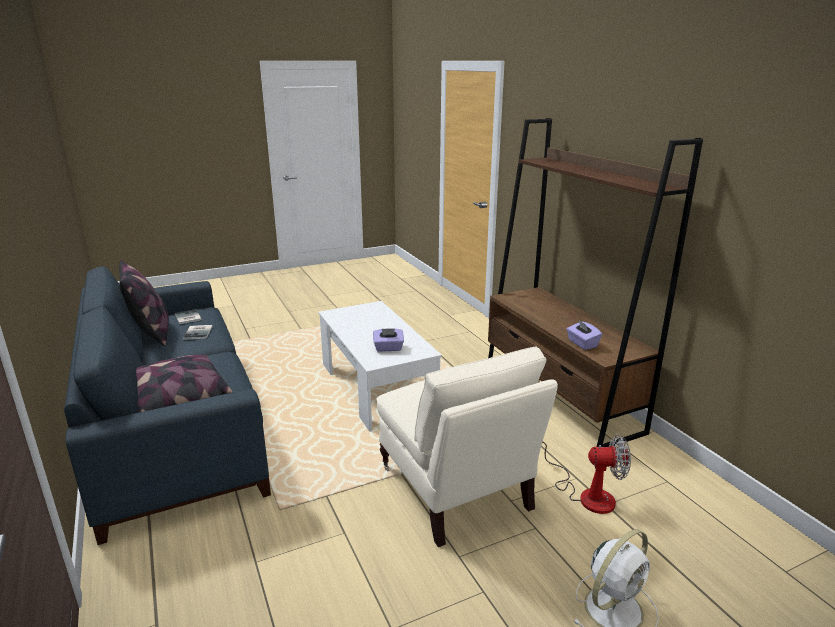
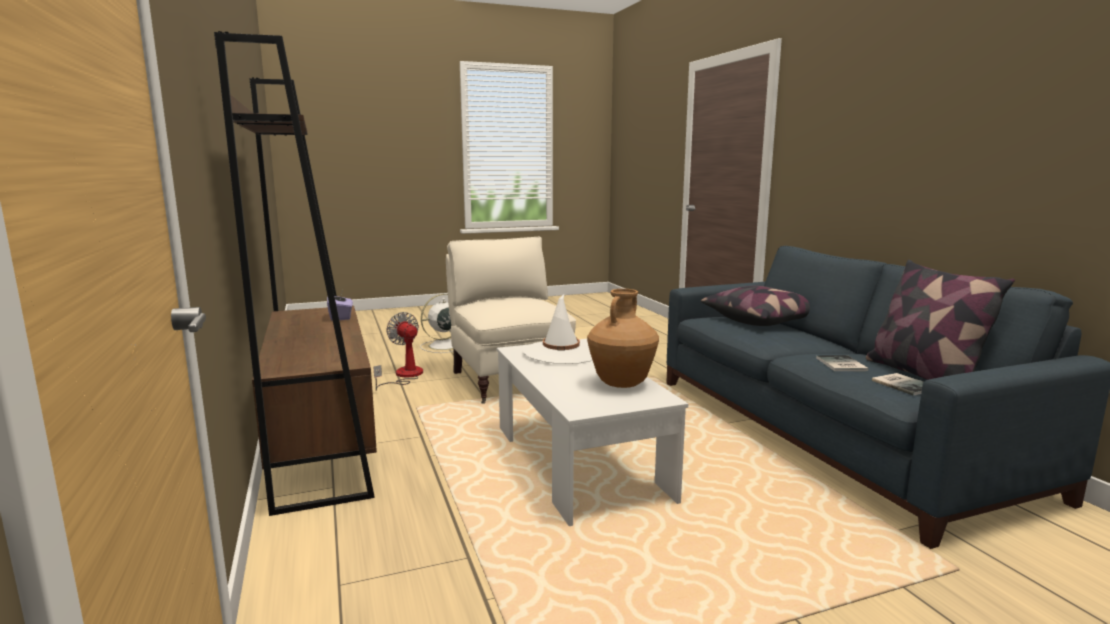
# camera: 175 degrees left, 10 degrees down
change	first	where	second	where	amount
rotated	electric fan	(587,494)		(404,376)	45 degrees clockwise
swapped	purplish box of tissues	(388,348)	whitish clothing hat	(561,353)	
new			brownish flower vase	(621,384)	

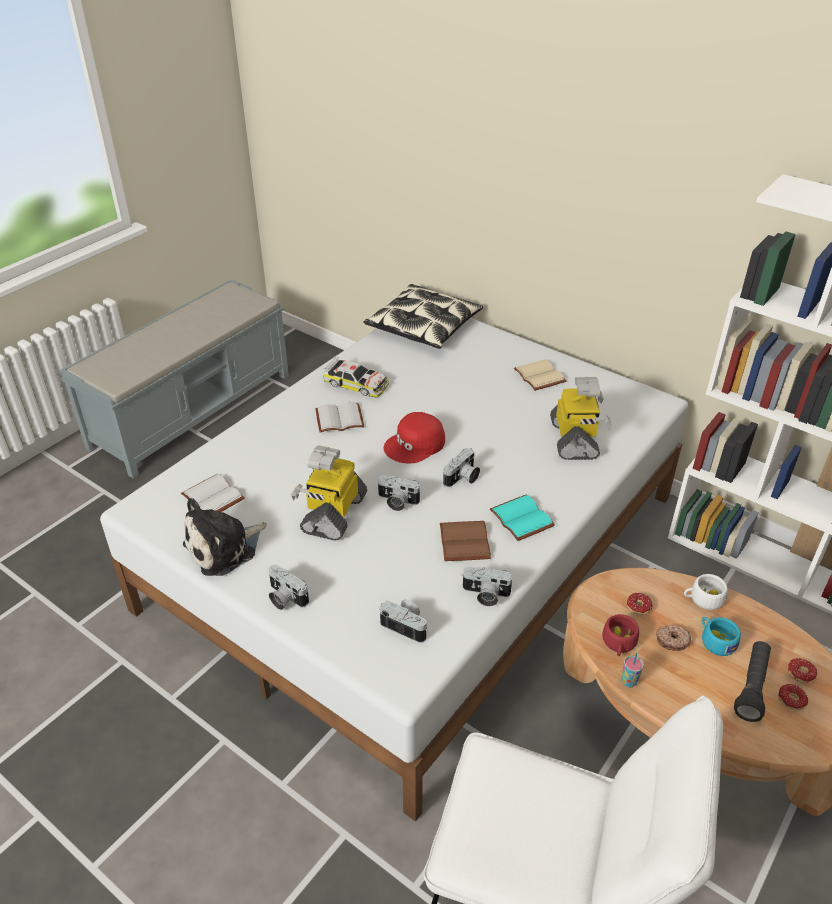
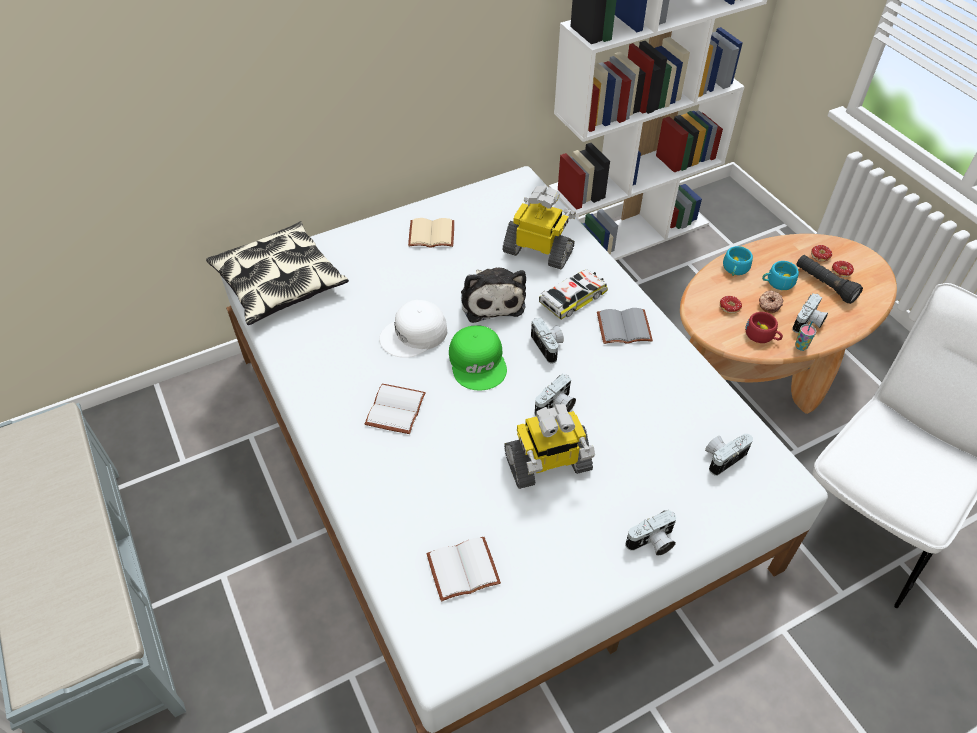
# camera: 65 degrees left, 10 degrees up
change	first	where	second	where	amount
new			whitish cap	(414,335)	
repainted	red-coloured cap	(415,445)	green-coloured cap	(478,362)	
shifted	soft toy	(224,548)		(491,300)	
rotated	robot figure	(333,513)		(547,464)	60 degrees counterclockwise
shifted	model car	(356,384)		(573,298)	
repainted	turquoise book	(523,518)	grey book	(624,326)	
repainted	whitish cup	(702,599)	turquoise cup	(735,269)	
shifted	still camera	(485,595)		(808,323)	
gone	brownish book	(463,541)			

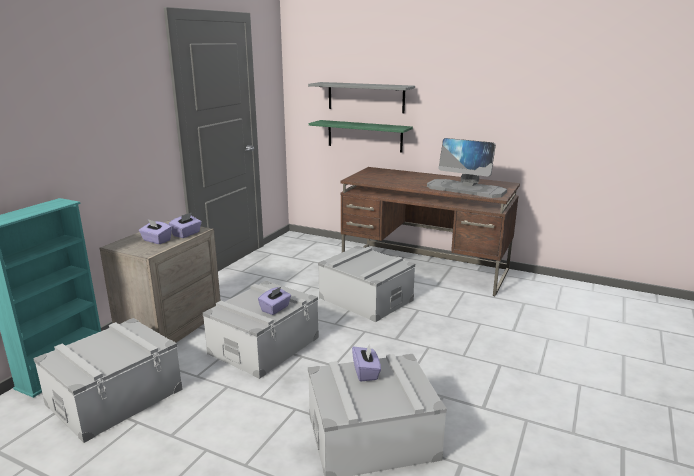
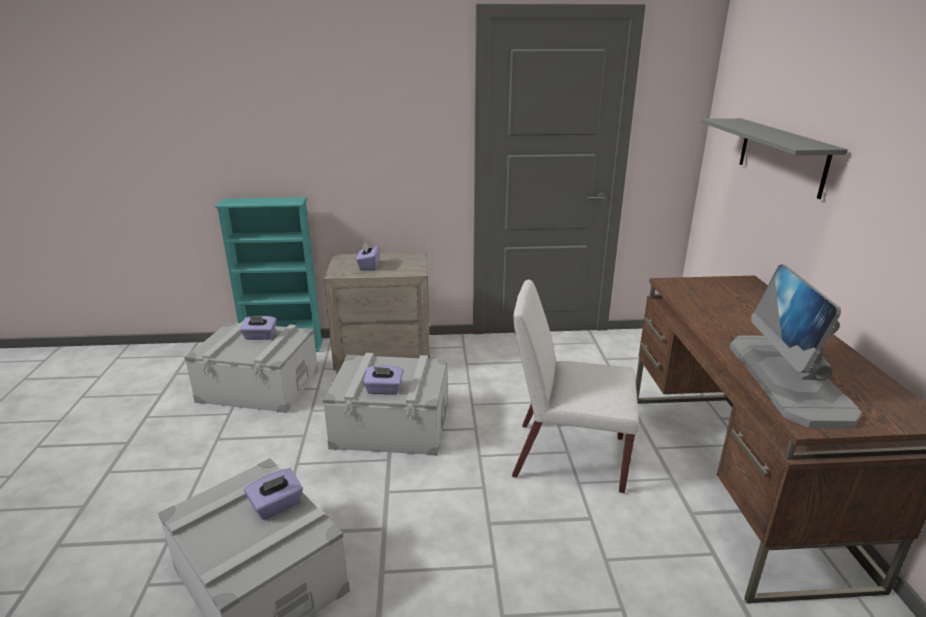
# camera: 60 degrees right, 5 degrees up
change	first	where	second	where	amount
shifted	purplish box of tissues	(186,234)		(260,336)	
swapped	grey storage box	(365,299)	whitish plain chair	(567,456)	
gone	green-coloured bracket shelf	(364,136)			

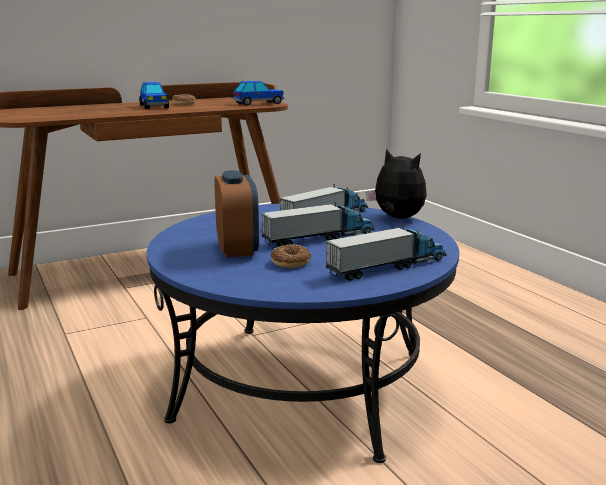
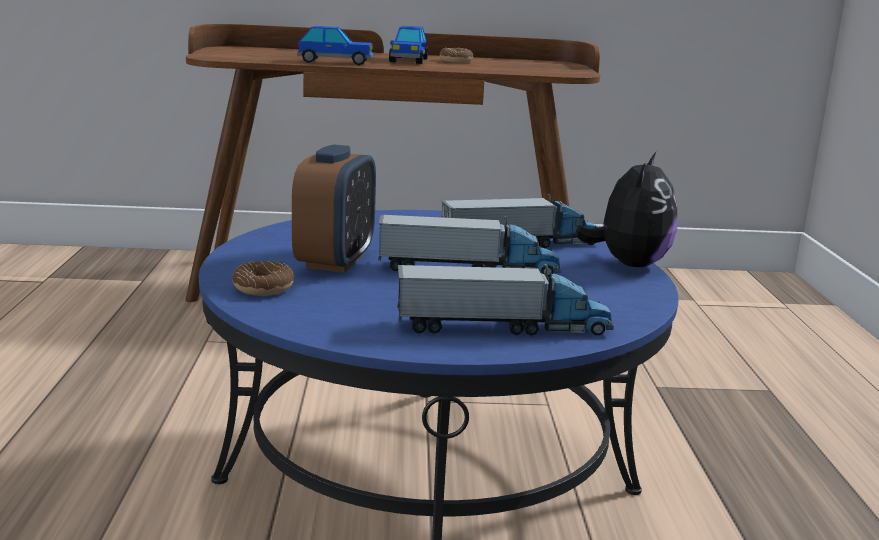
# camera: 25 degrees right, 0 degrees up
change	first	where	second	where	amount
shifted	ring doughnut	(290,263)		(263,288)	
shifted	model car	(258,104)		(335,62)	
rotated	soft toy	(397,218)		(629,264)	45 degrees clockwise

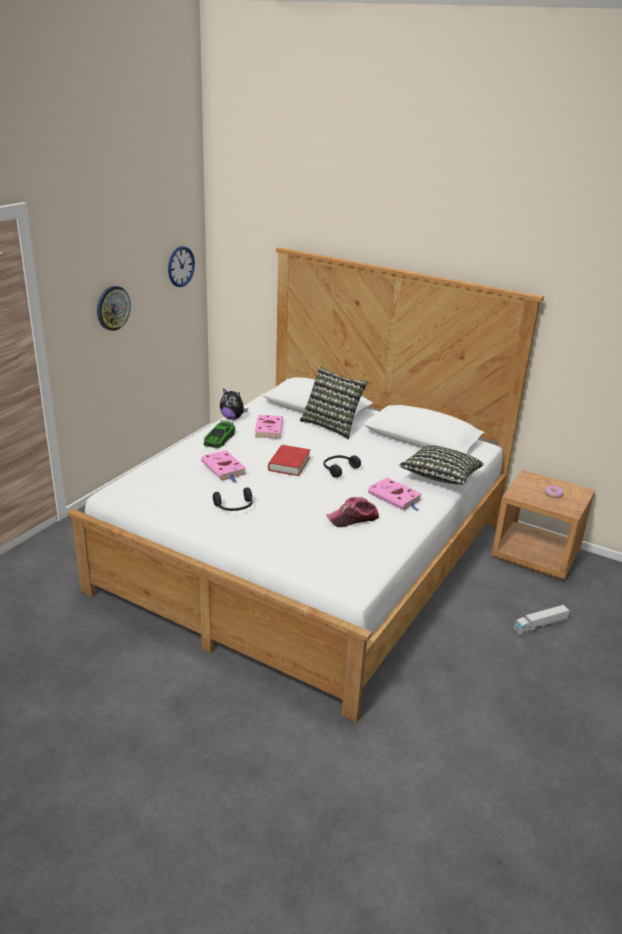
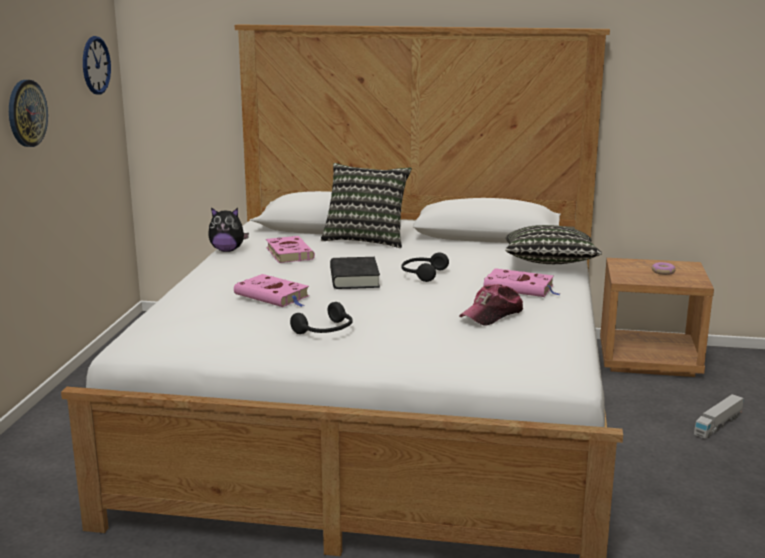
# camera: 20 degrees left, 10 degrees down
change	first	where	second	where	amount
repainted	red-coloured book	(289,464)	black book	(354,279)	
gone	model car	(219,439)			

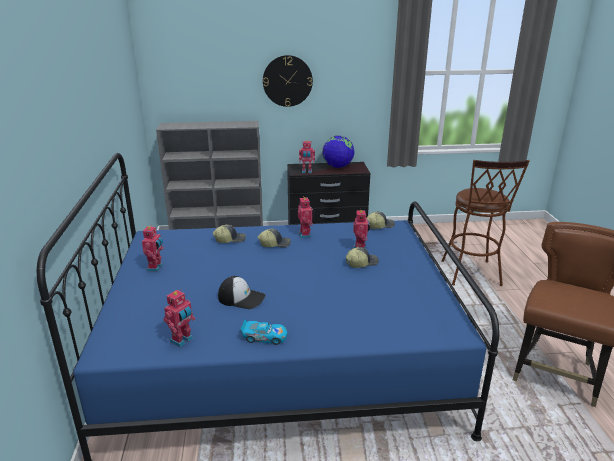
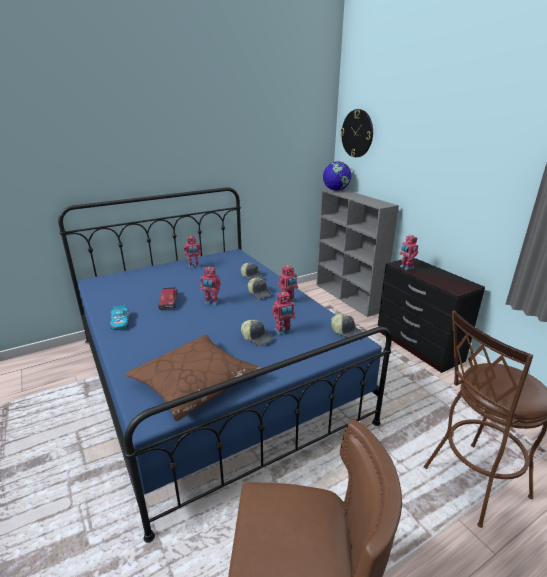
# camera: 65 degrees right, 0 degrees up
change	first	where	second	where	amount
new			brownish cushion	(195,383)	
swapped	cap	(241,298)	model car	(168,302)	
shifted	robot figure	(182,340)		(211,303)	
shifted	desk globe	(337,167)		(336,190)	
shifted	wall clock	(287,81)		(357,133)	

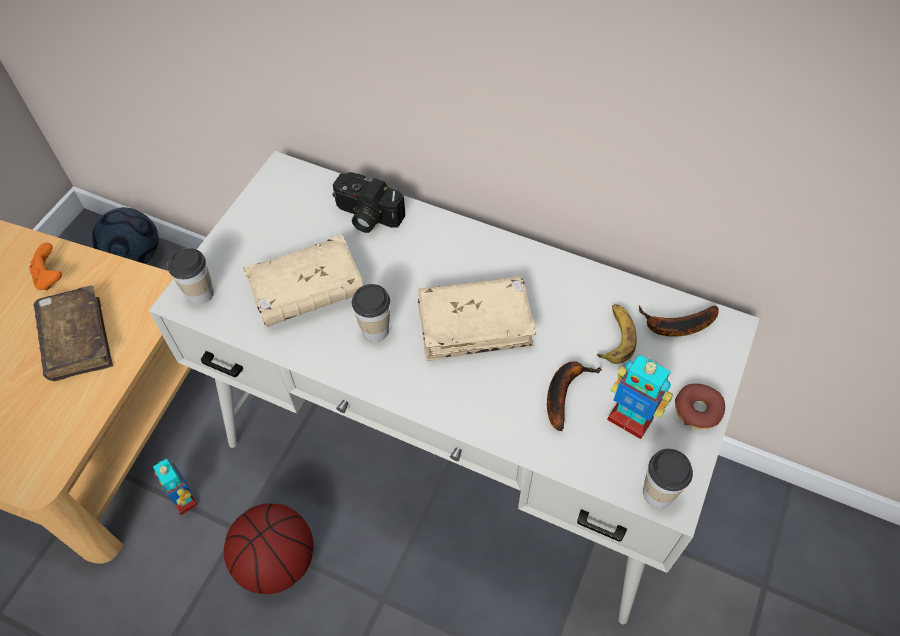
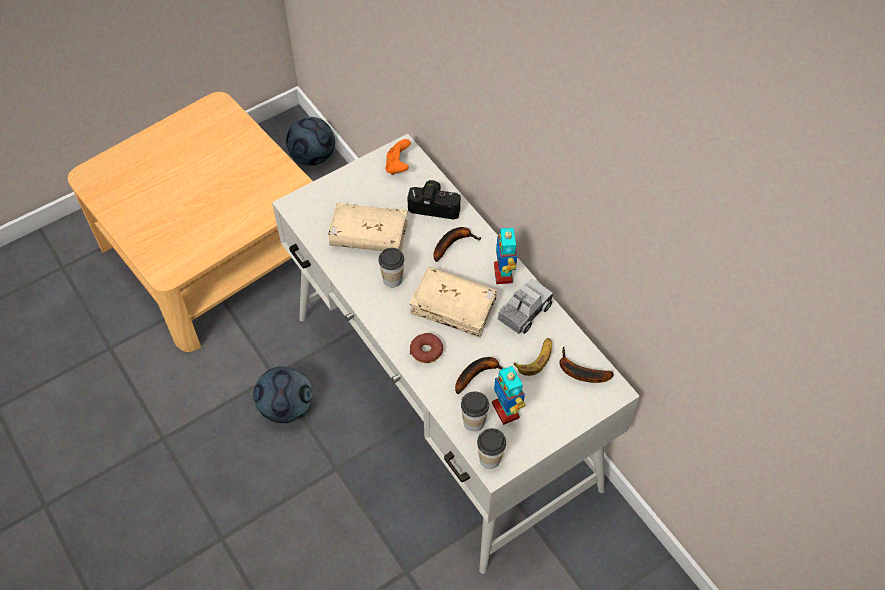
# camera: 30 degrees right, 0 degrees up
change	first	where	second	where	amount
swapped	basketball ball	(278,561)	football ball	(286,408)	
shifted	orangey gamepad	(50,277)		(398,166)	
rotated	still camera	(366,216)		(435,205)	135 degrees clockwise
shifted	ring doughnut	(697,410)		(426,351)	
new			banana	(453,243)	
shifted	cup	(200,293)		(474,422)	
shifted	robot figure	(184,499)		(504,273)	
new			model truck	(524,312)	
gone	brownish book	(77,340)			

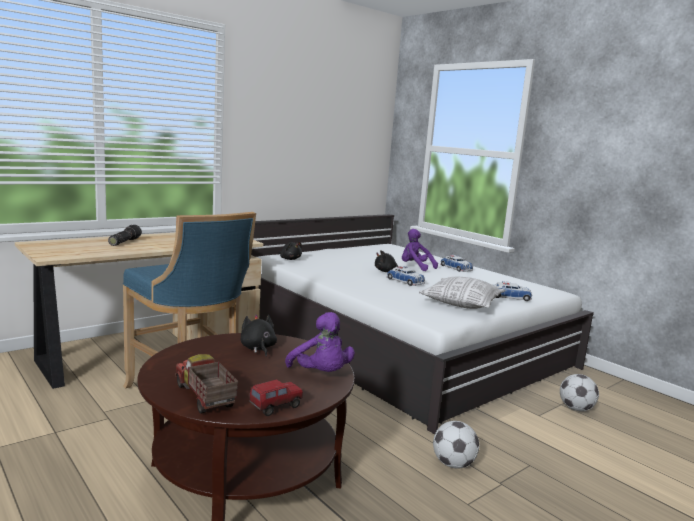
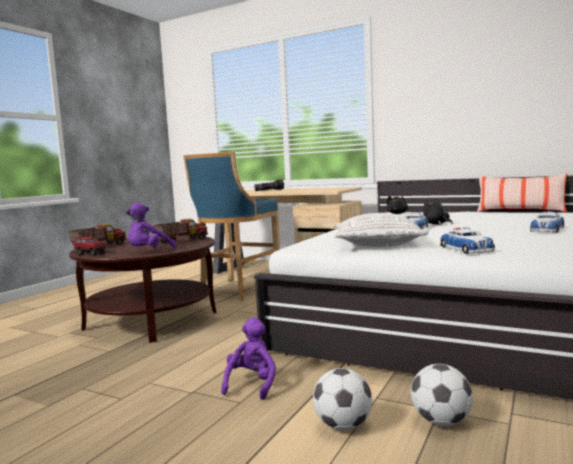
# camera: 70 degrees right, 5 degrees down
change	first	where	second	where	amount
swapped	black soft toy	(258,348)	model truck	(181,241)	
shifted	purplish soft toy	(415,267)		(252,384)	
shifted	football ball	(453,464)		(343,426)	
new			cushion	(520,211)	

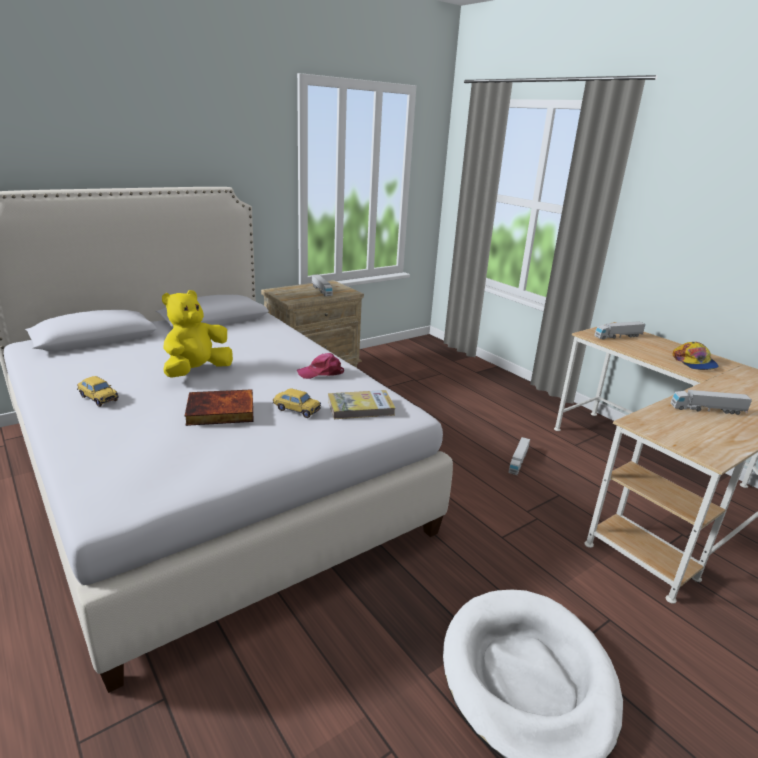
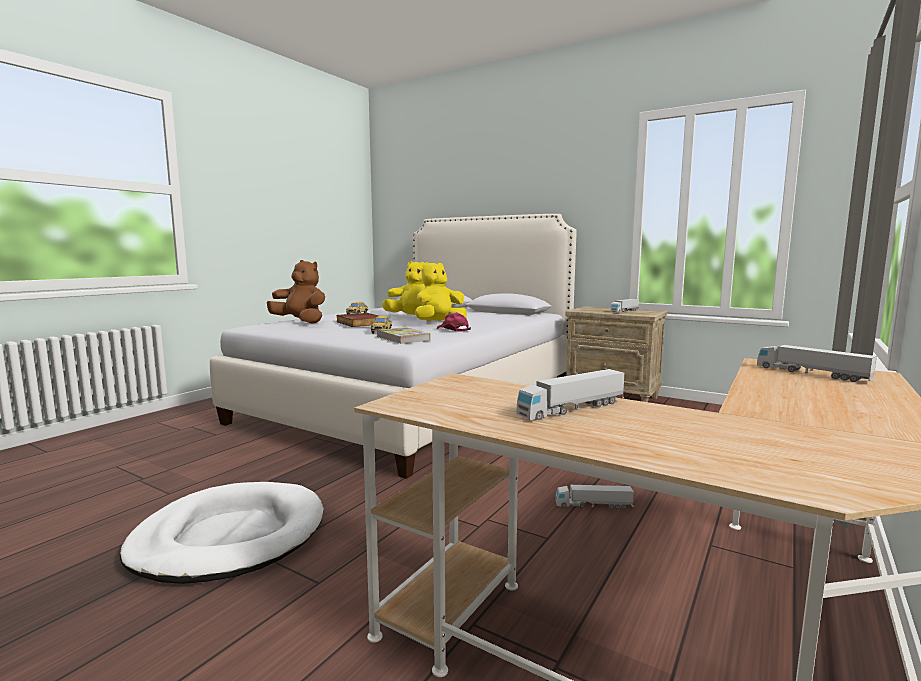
# camera: 70 degrees right, 15 degrees down
change	first	where	second	where	amount
new			brownish soft toy	(300,322)	
new			yellow soft toy	(439,323)	
rotated	model truck	(707,409)		(572,409)	105 degrees counterclockwise
gone	cap	(694,363)			

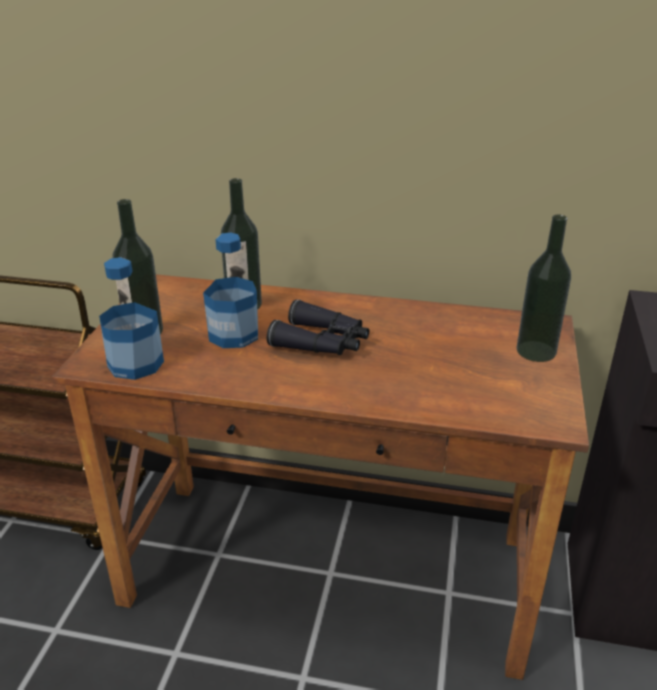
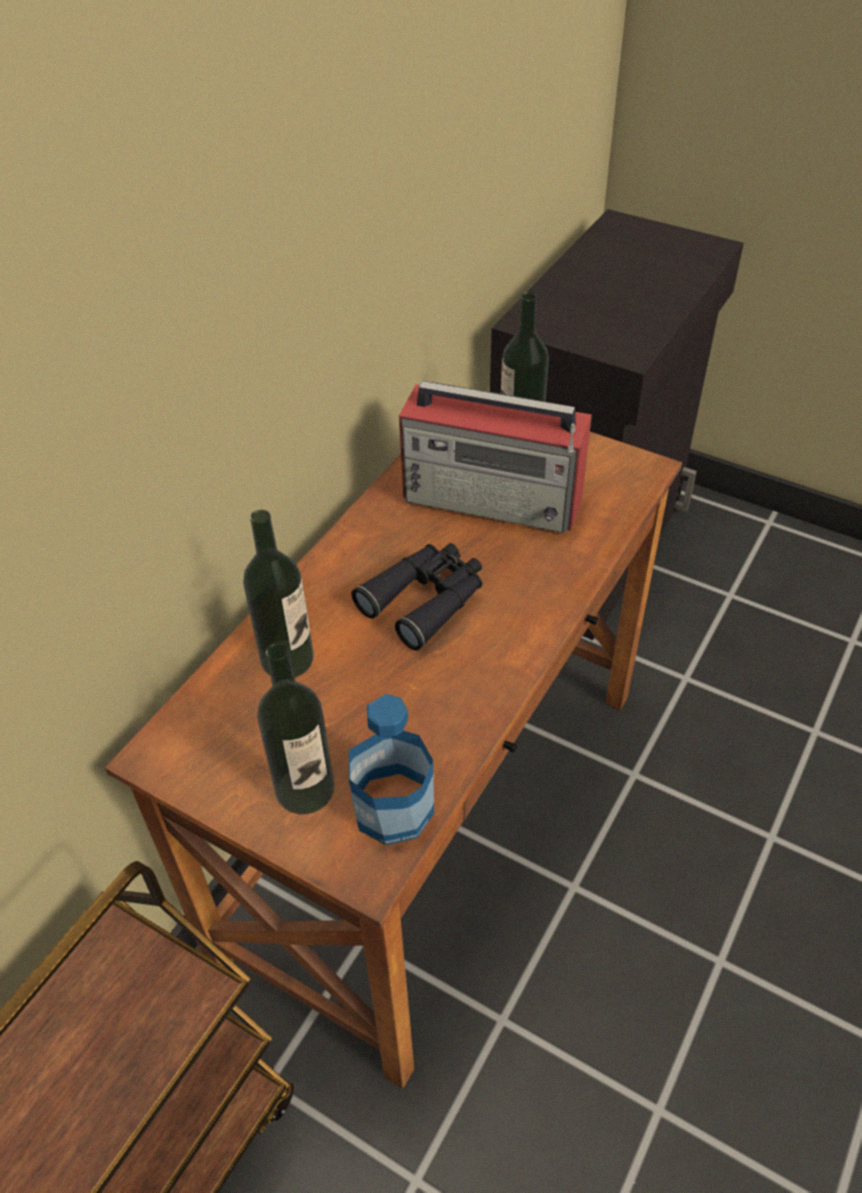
# camera: 70 degrees left, 15 degrees up
change	first	where	second	where	amount
new			radio set	(494,499)	
gone	bottle	(233,335)			

